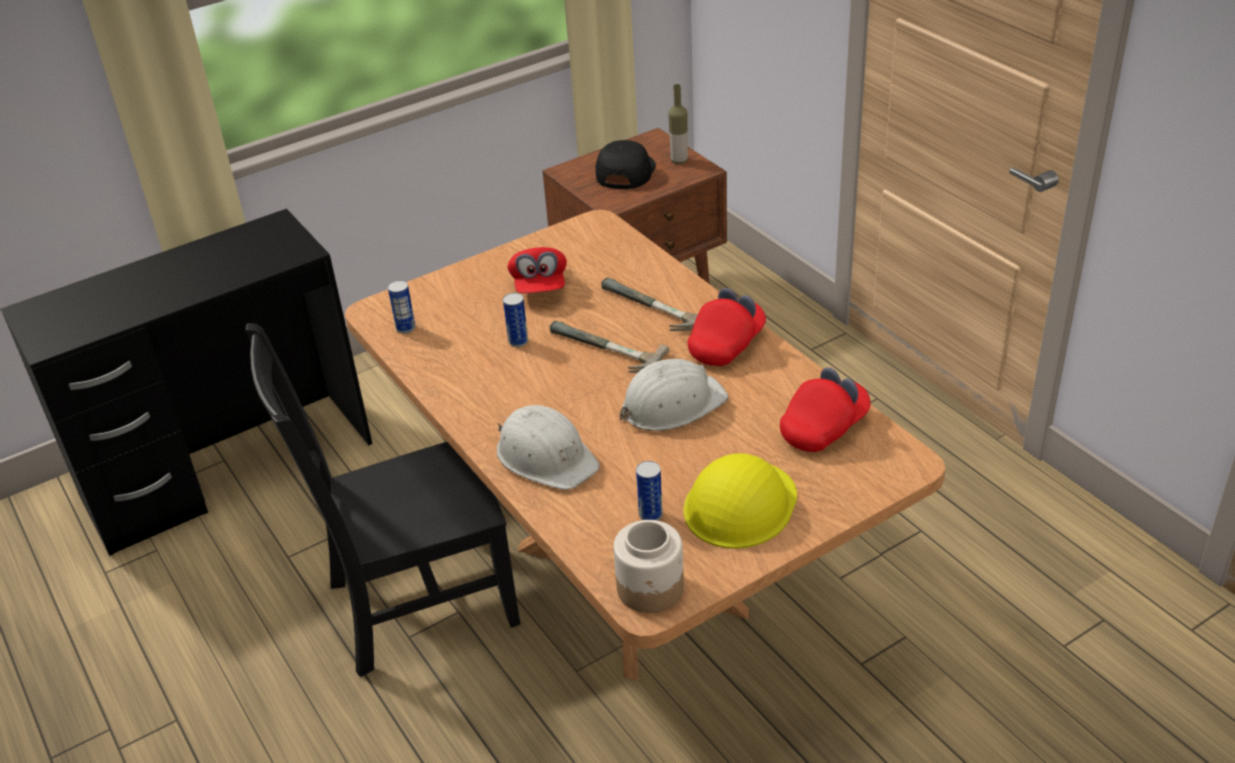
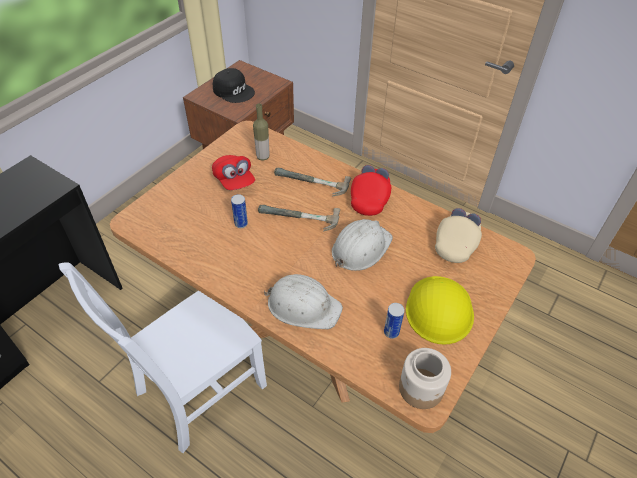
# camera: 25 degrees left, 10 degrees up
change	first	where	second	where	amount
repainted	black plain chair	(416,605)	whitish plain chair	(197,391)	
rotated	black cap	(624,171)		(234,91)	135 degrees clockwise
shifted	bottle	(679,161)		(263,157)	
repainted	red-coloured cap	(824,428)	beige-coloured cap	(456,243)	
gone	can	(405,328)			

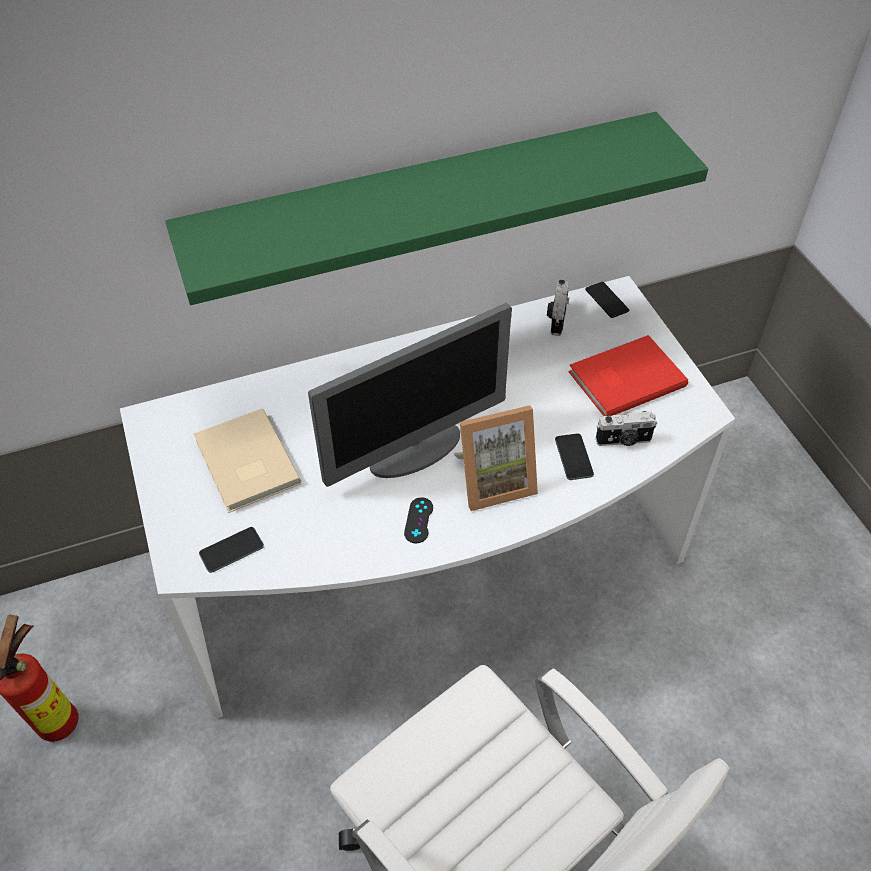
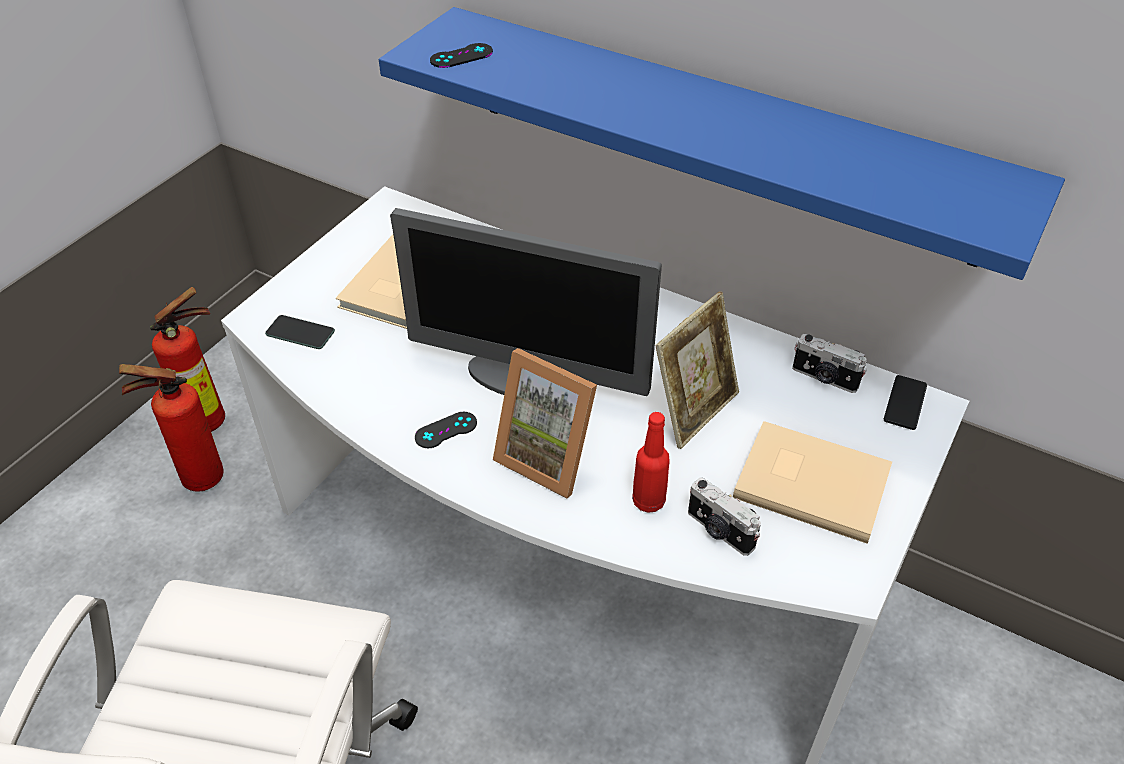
# camera: 50 degrees right, 5 degrees down
change	first	where	second	where	amount
new			fire-fighting cylinder	(196,479)	
repainted	green-coloured bracket shelf	(425,200)	blue-coloured bracket shelf	(718,133)	
new			black gamepad	(461,56)	
swapped	telephone	(573,457)	red-coloured bottle	(648,501)	
new			standing frame	(694,410)	
repainted	red-coloured book	(624,378)	beige-coloured book	(810,481)	
rotated	still camera	(556,318)		(824,378)	120 degrees counterclockwise

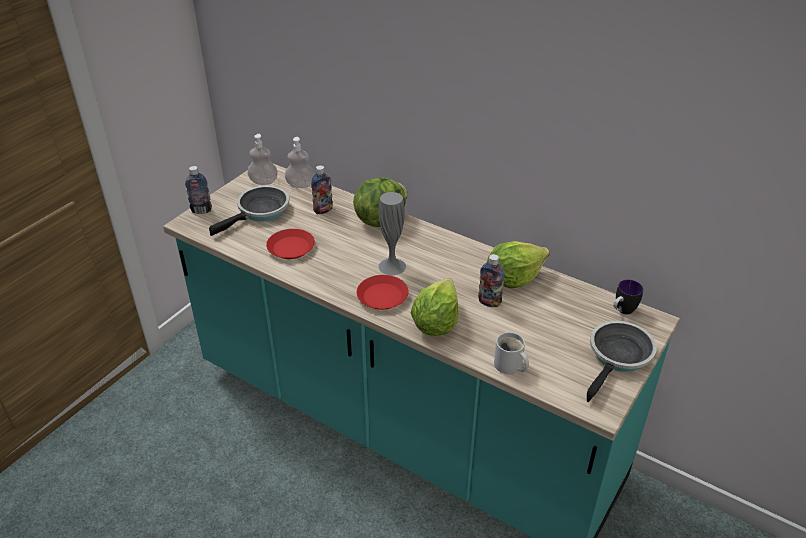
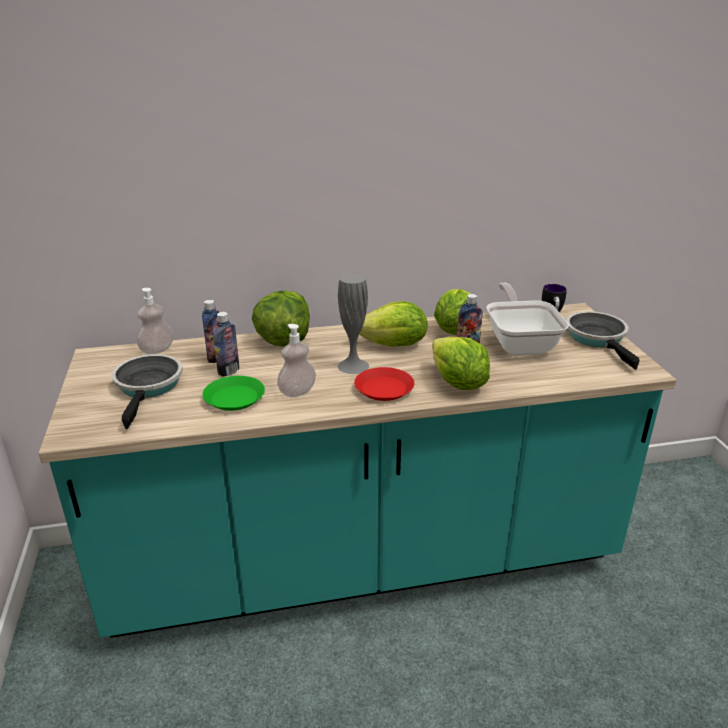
# camera: 45 degrees left, 10 degrees down
change	first	where	second	where	amount
repainted	red-coloured plate	(291,248)	green-coloured plate	(235,398)	
shifted	bottle	(201,210)		(228,371)	
shifted	soap dispenser	(263,182)		(297,392)	
new			head of lettuce	(394,345)	
new			frying pan	(520,343)	
gone	whitish coffee mug	(509,366)			

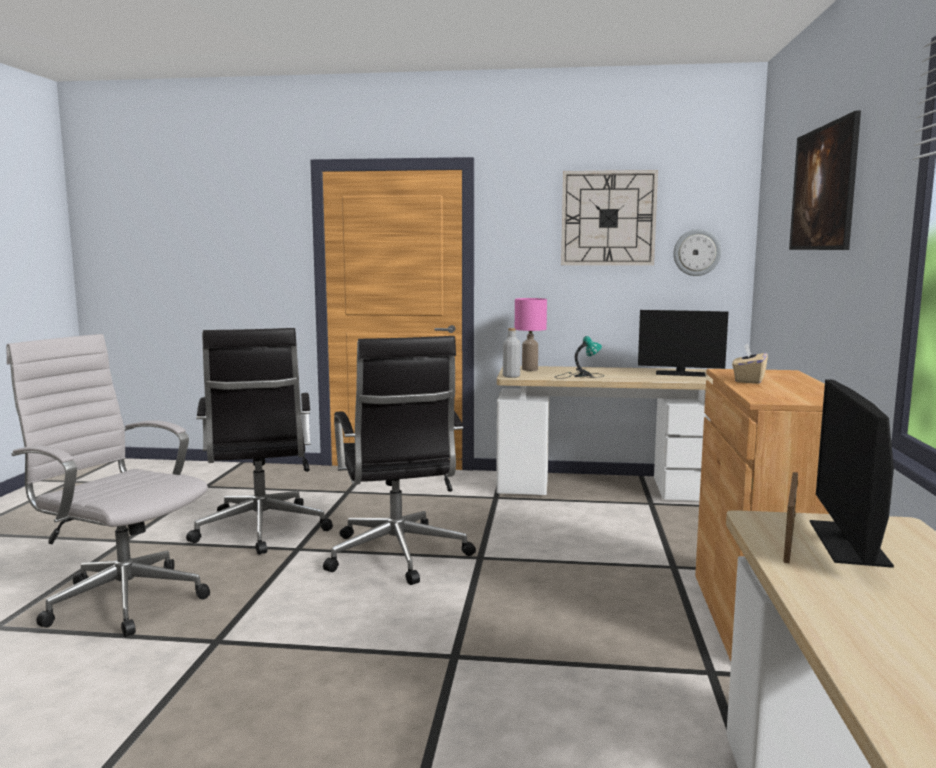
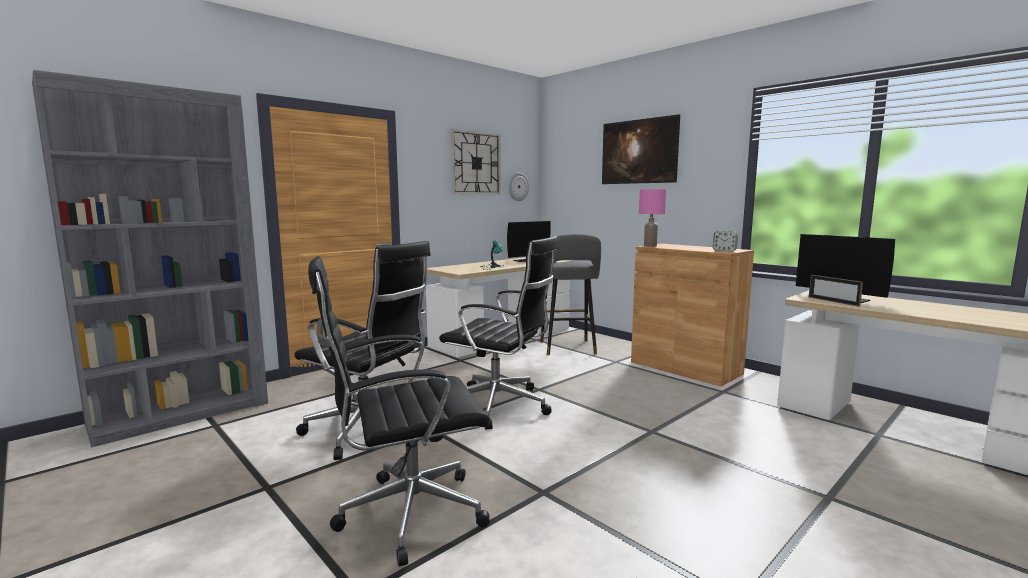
# camera: 50 degrees left, 0 degrees up
change	first	where	second	where	amount
new			grey shelving unit	(182,413)	
repainted	whitish desk chair	(121,599)	black desk chair	(405,515)	
new			grey stool seat	(568,349)	
shifted	pink lamp for a table	(529,369)		(649,246)	
new			bedside clock	(724,250)	
gone	grey bottle	(511,376)			
gone	beige-coloured box of tissues	(748,380)			

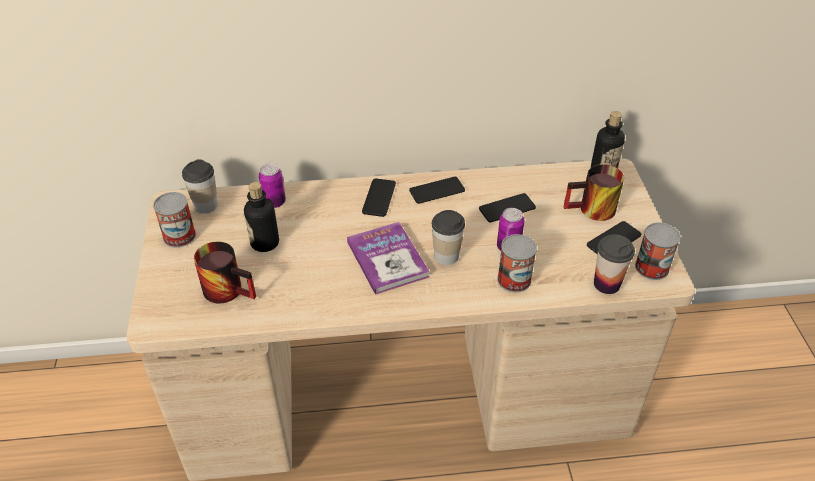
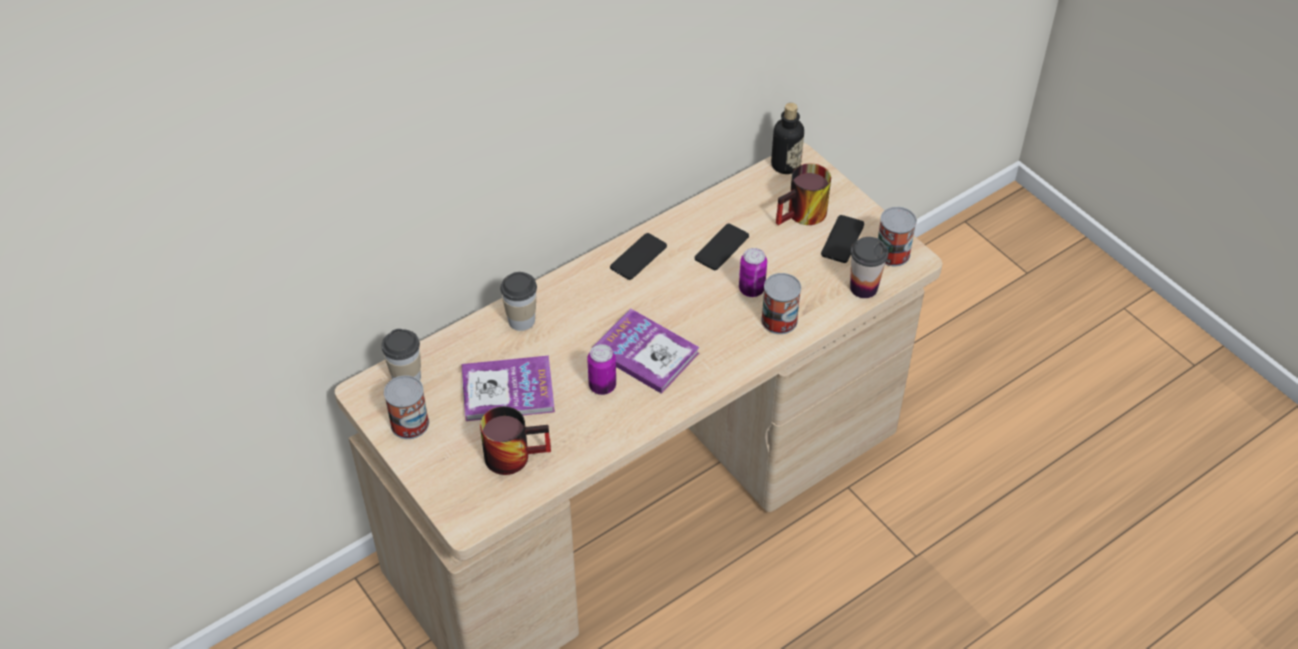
# camera: 30 degrees left, 5 degrees up
change	first	where	second	where	amount
swapped	bottle	(265,243)	book	(508,390)	
shifted	cup	(446,256)		(521,320)	
shifted	can	(274,202)		(602,386)	
gone	telephone	(379,198)			

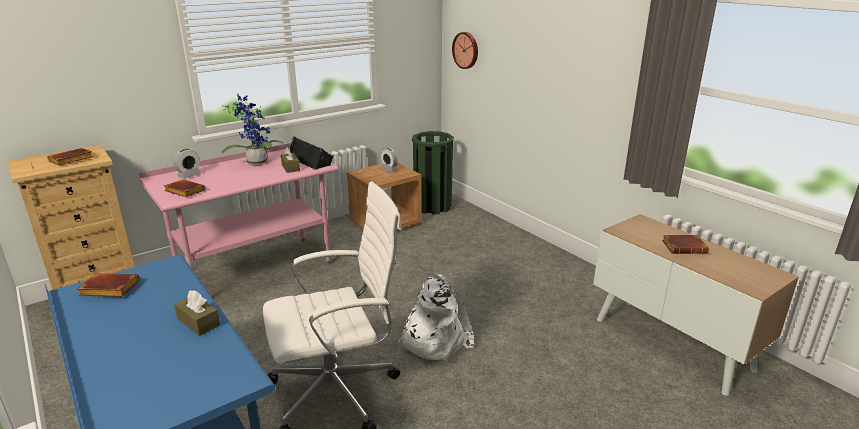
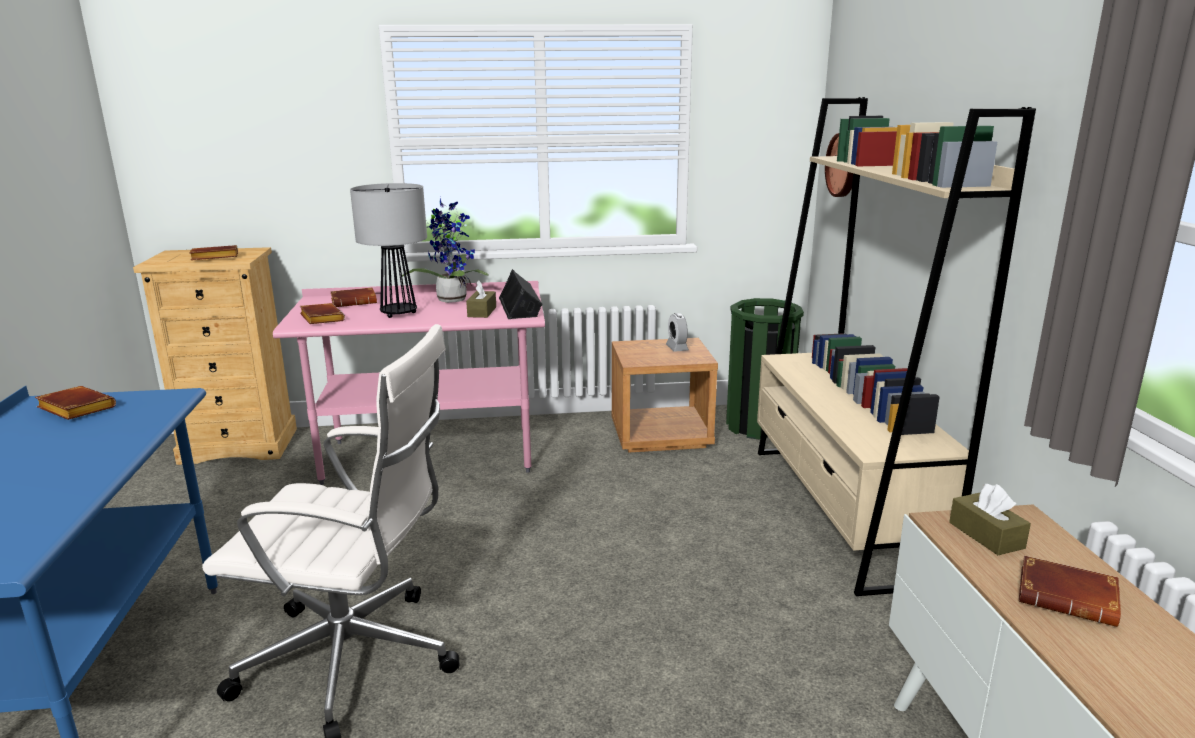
# camera: 30 degrees right, 5 degrees down
change	first	where	second	where	amount
swapped	bedside clock	(189,175)	brownish book	(355,302)	
new			lamp for a table	(398,313)	
new			beige-coloured shelving unit	(841,511)	
shifted	brownish box of tissues	(198,322)		(986,535)	
gone	whitish backpack	(434,339)			

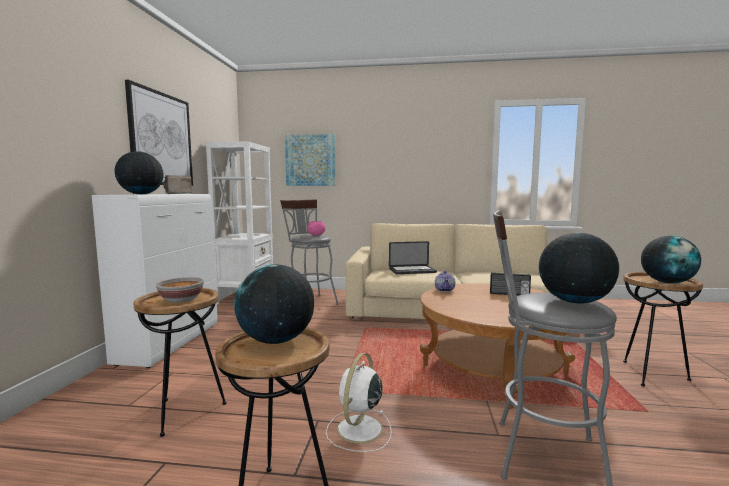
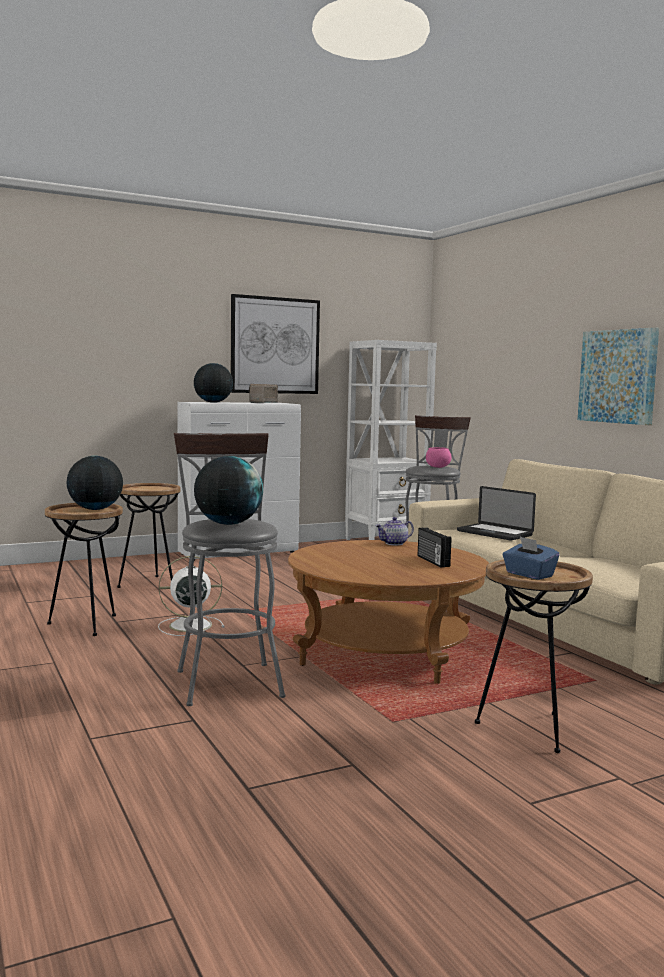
# camera: 55 degrees right, 0 degrees up
change	first	where	second	where	amount
swapped	desk globe	(667,282)	blue-coloured box of tissues	(529,575)	
shifted	wall art	(310,160)		(618,376)	
gone	bowl	(181,299)			

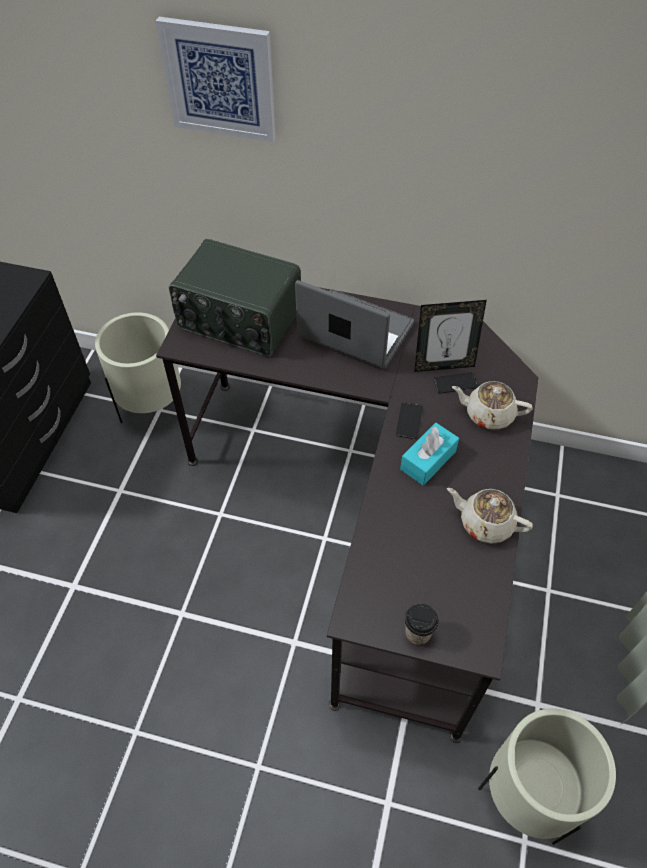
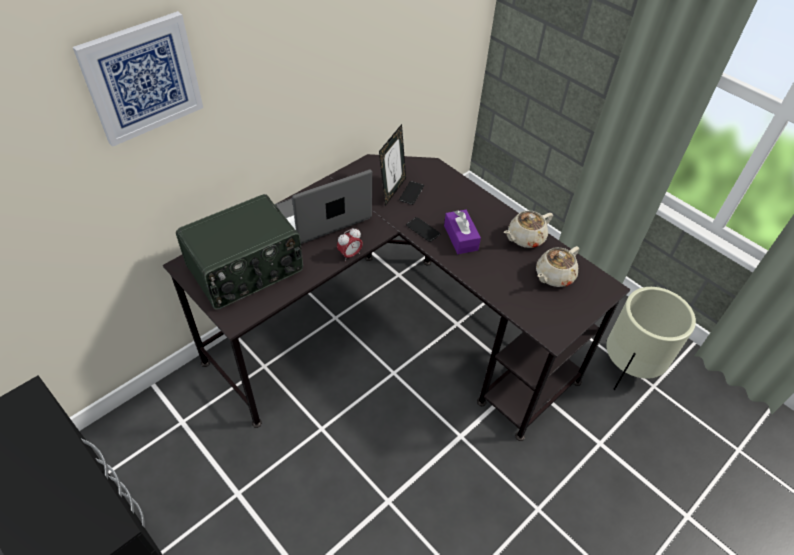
# camera: 60 degrees left, 5 degrees down
change	first	where	second	where	amount
new			bedside clock	(350,255)	
repainted	turquoise box of tissues	(428,460)	purplish box of tissues	(460,238)	
shifted	beige-coloured teapot	(488,414)		(553,276)	
gone	beige-coloured plant pot	(153,407)			
gone	cup	(418,633)			

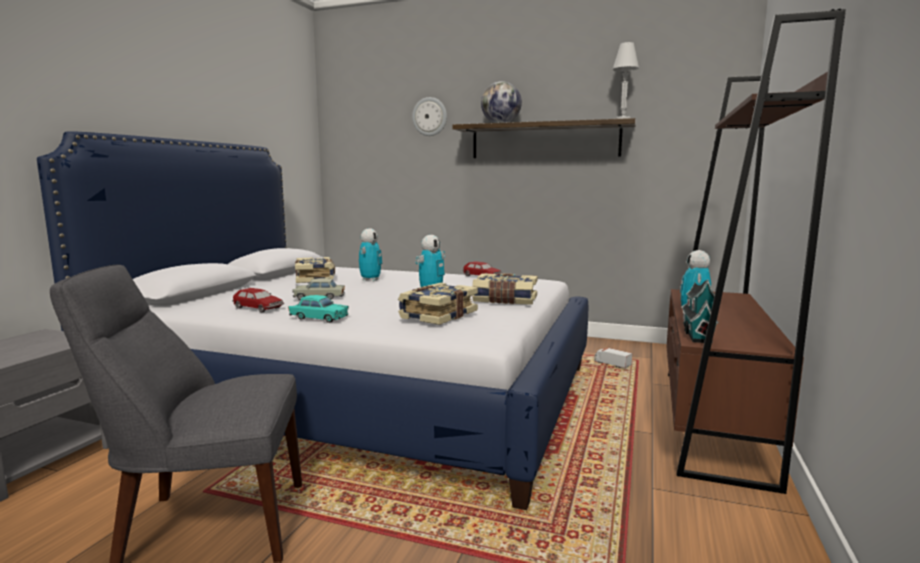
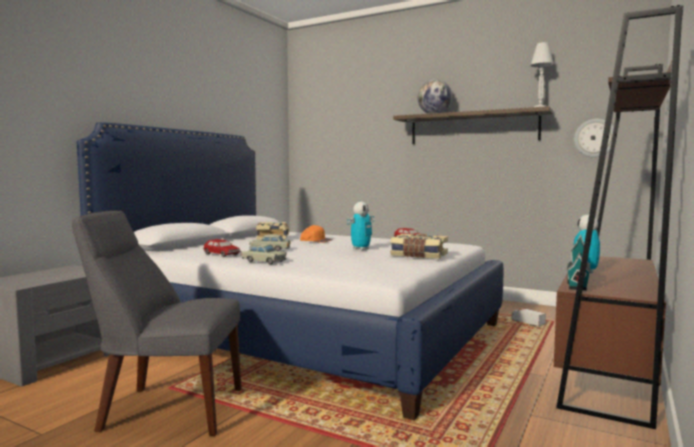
# camera: 10 degrees right, 5 degrees down
change	first	where	second	where	amount
repainted	turquoise model car	(319,318)	beige-coloured model car	(264,261)	
swapped	robot figure	(370,280)	orangey cap	(316,240)	
shifted	wall clock	(429,116)		(595,138)	
gone	book	(437,315)			

